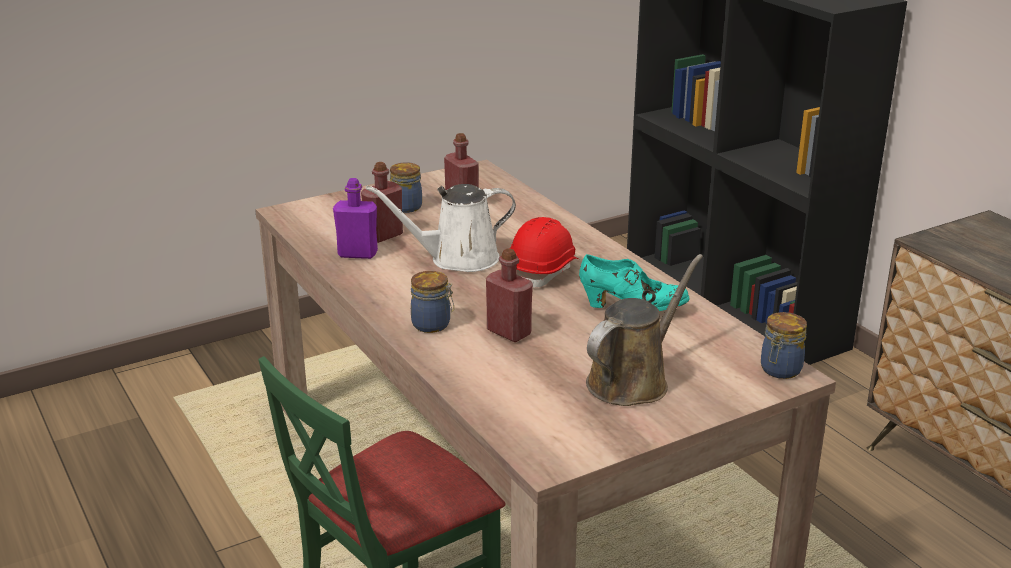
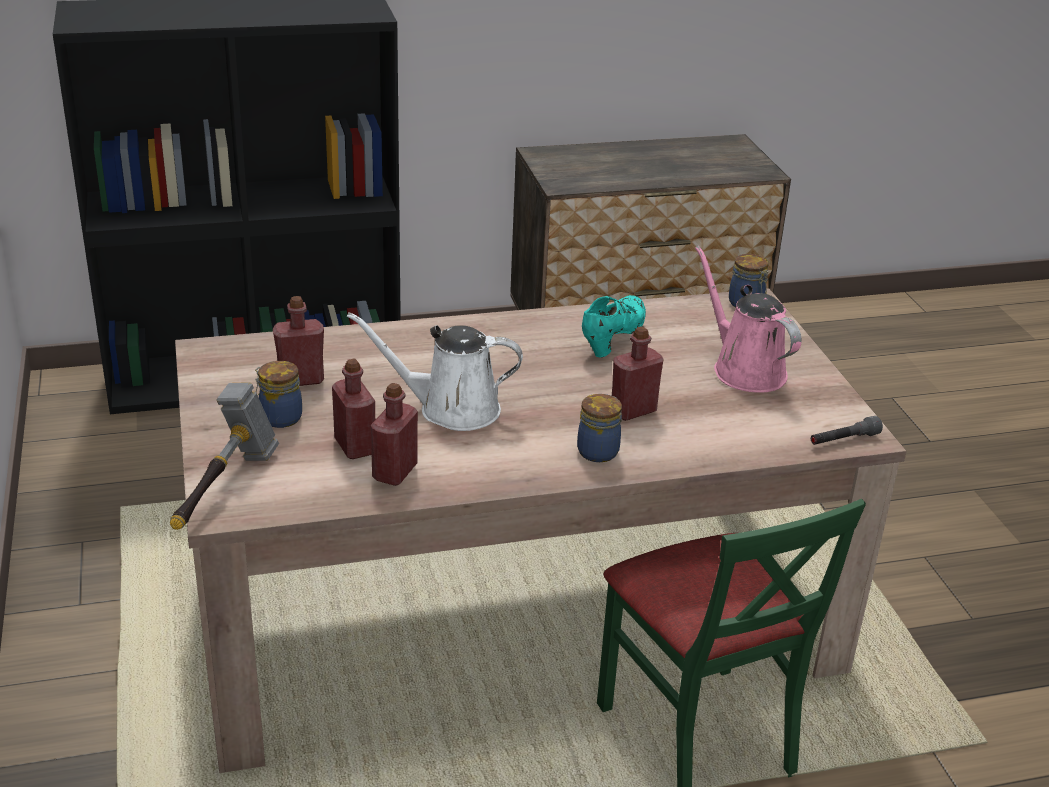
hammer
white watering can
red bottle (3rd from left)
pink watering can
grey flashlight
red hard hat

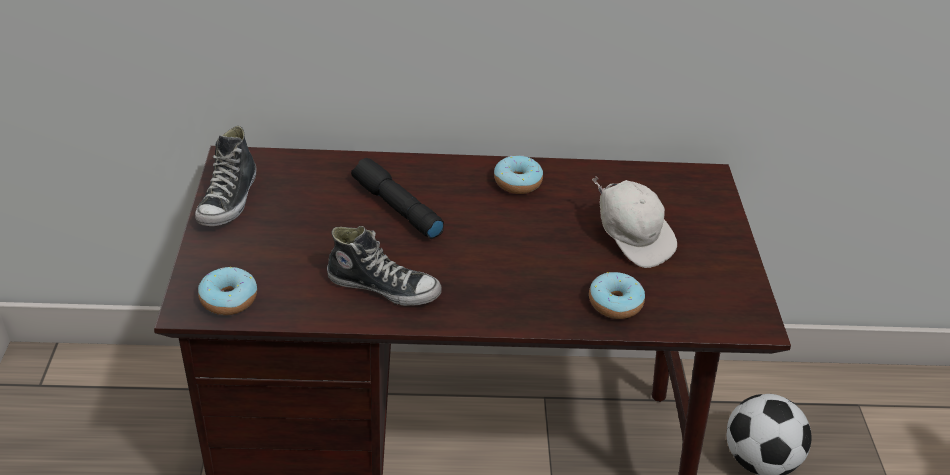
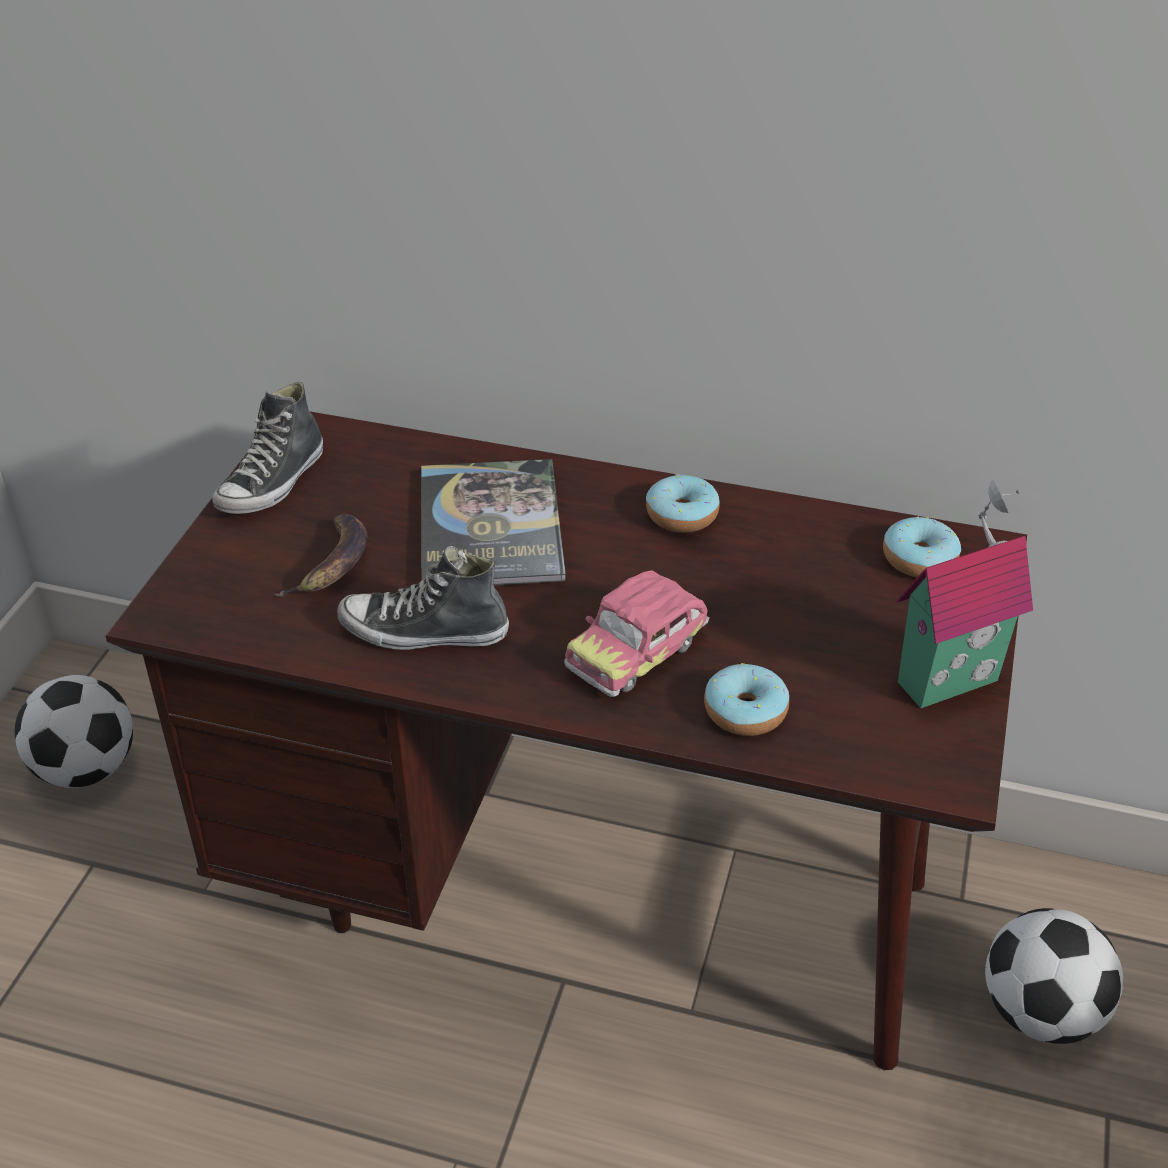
football (1st from left)
banana
shoe (2nd from left)
book
toy car
donut (3rd from left)
toy house
white cap

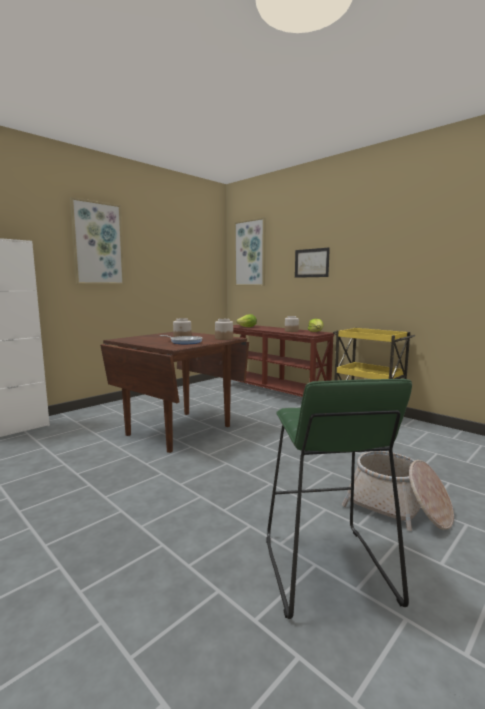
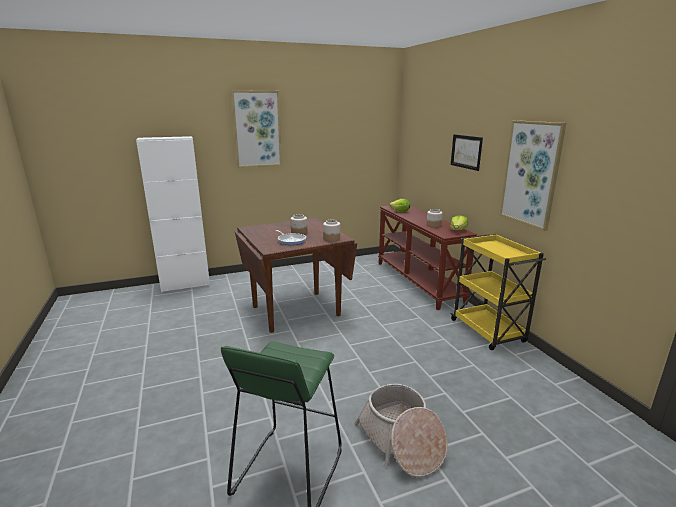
picture (3rd from left)

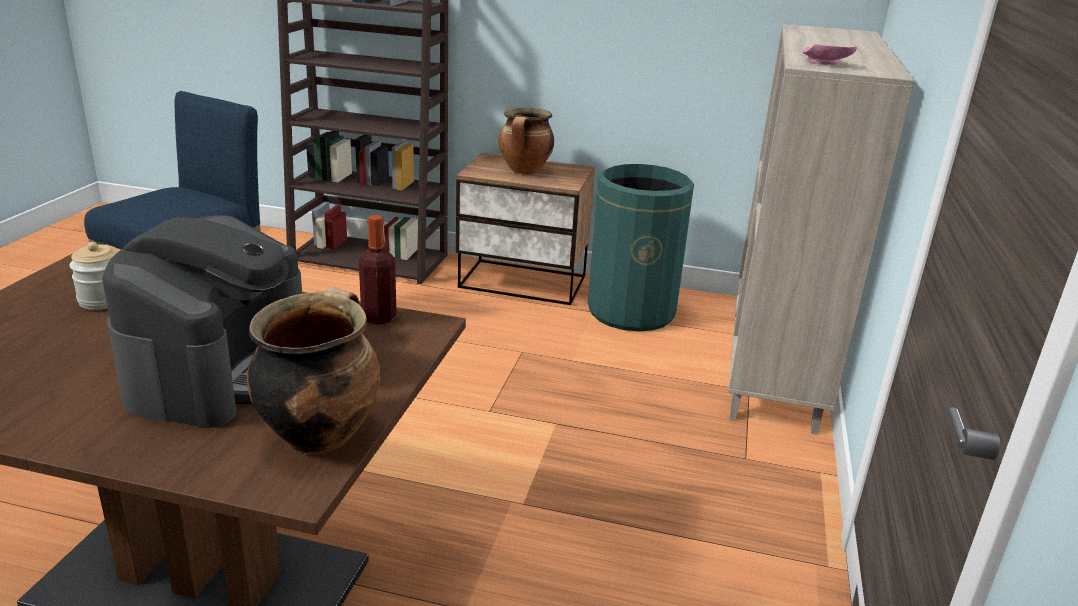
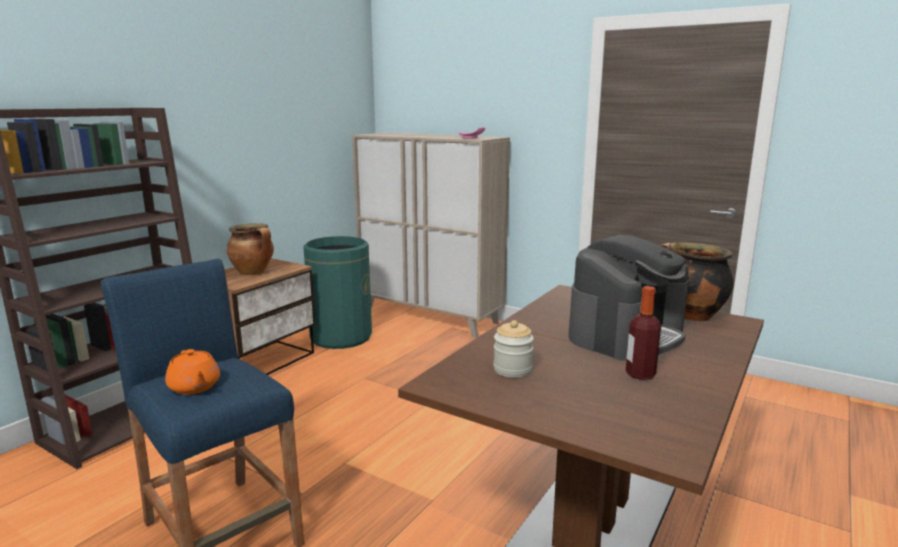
orange teapot
coffee machine
bottle

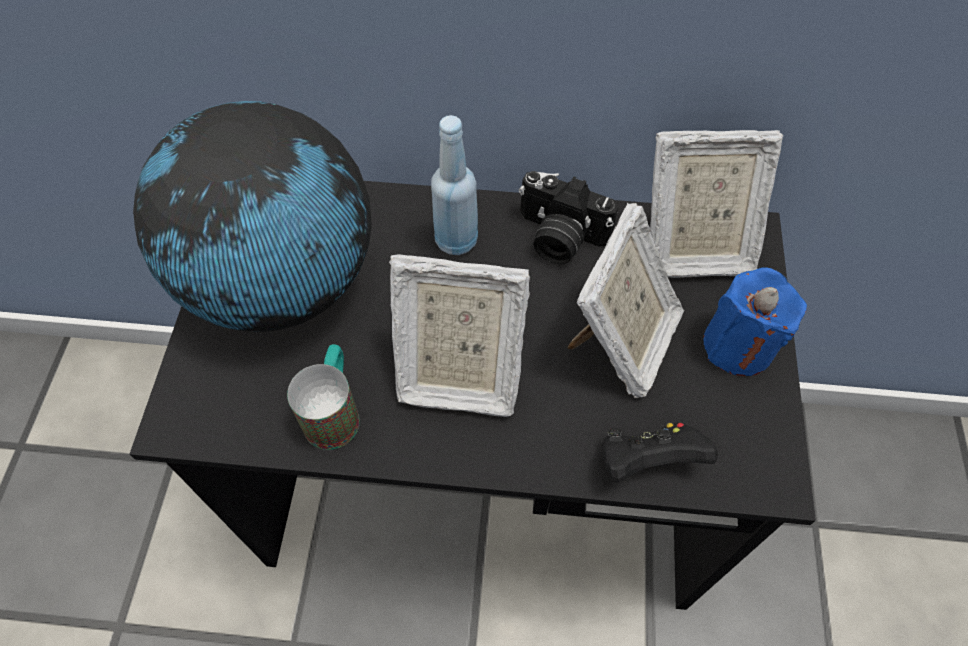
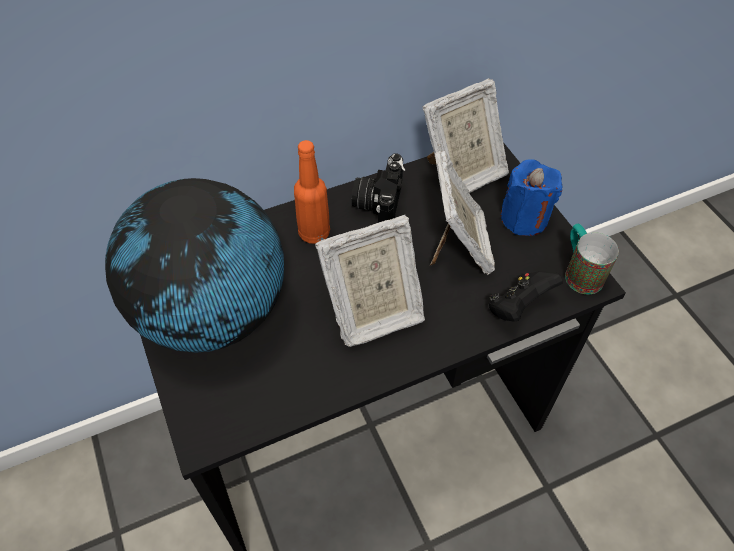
orange bottle
photo camera
mug

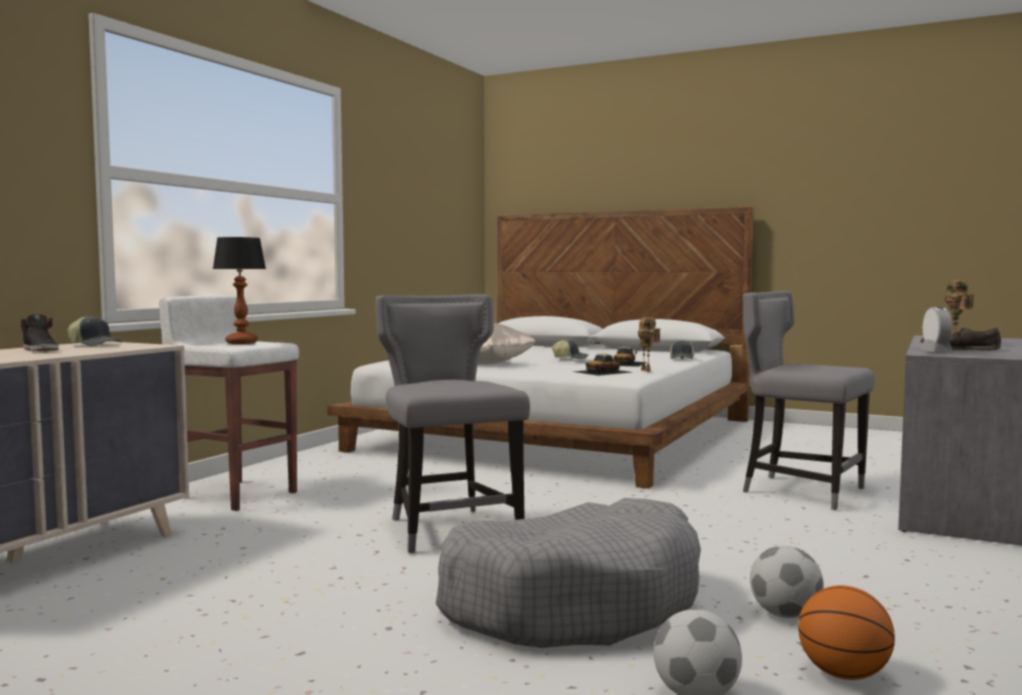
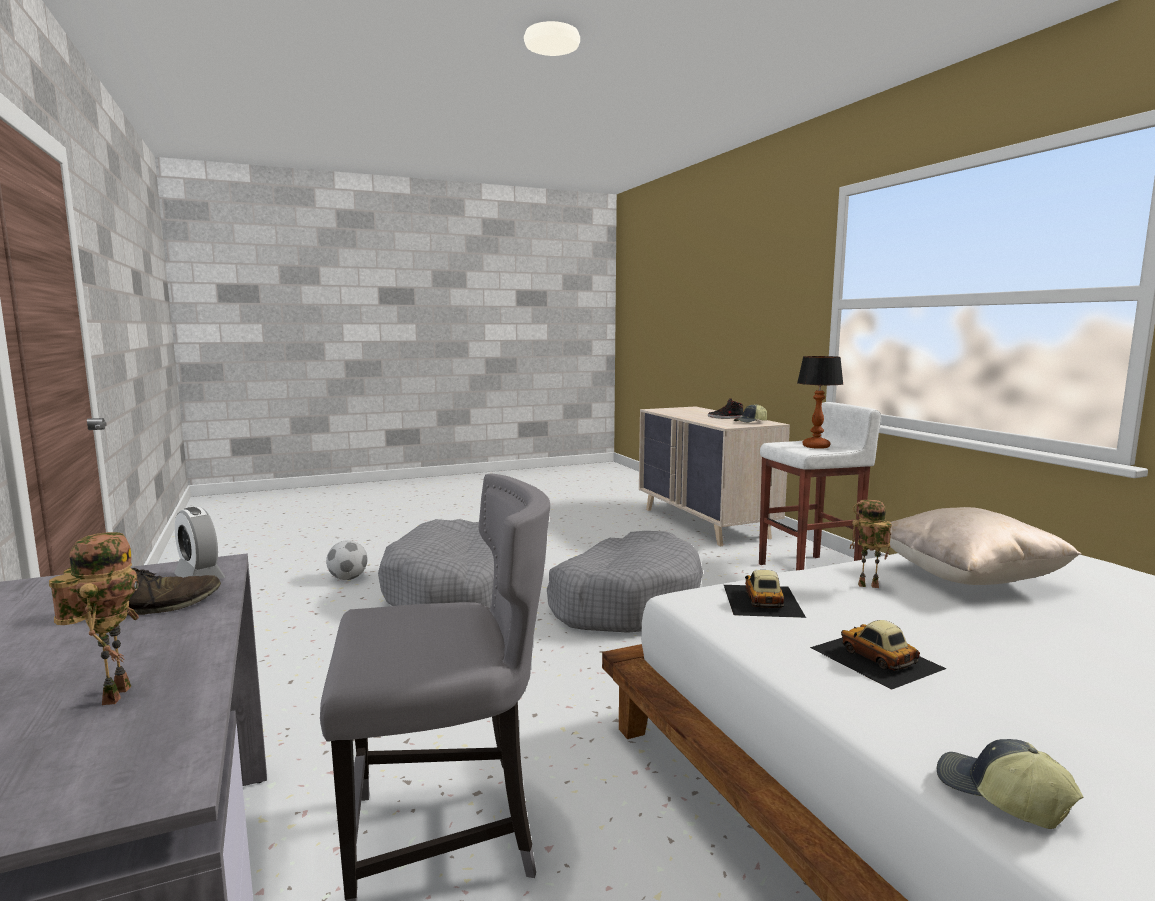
grey dog bed (2nd from left)
toy robot (2nd from left)
cap (2nd from left in the first image)
football (2nd from left in the first image)
basketball

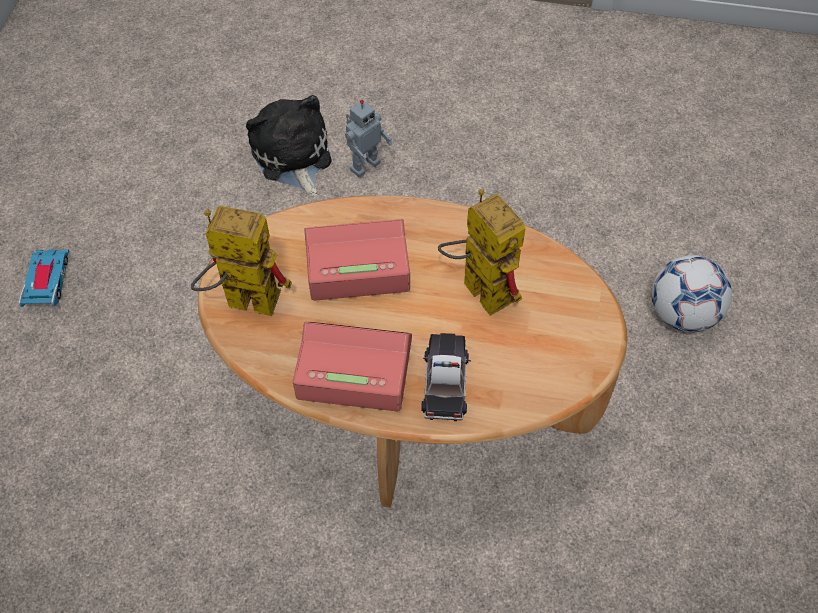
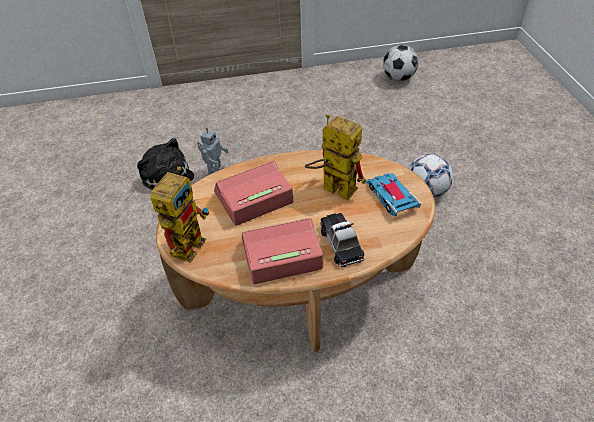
toy robot (1st from left)
toy car (2nd from left)
football (1st from left)

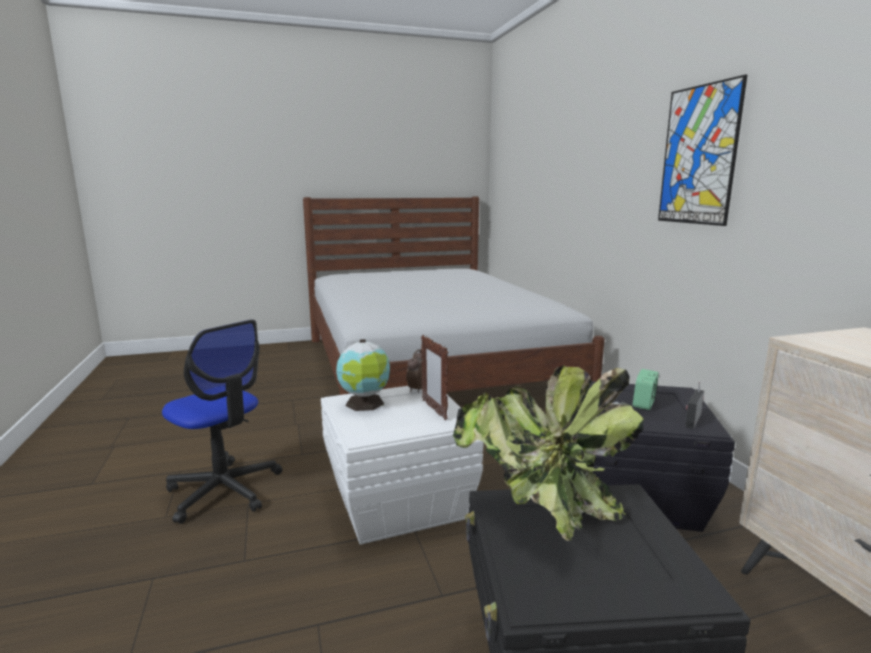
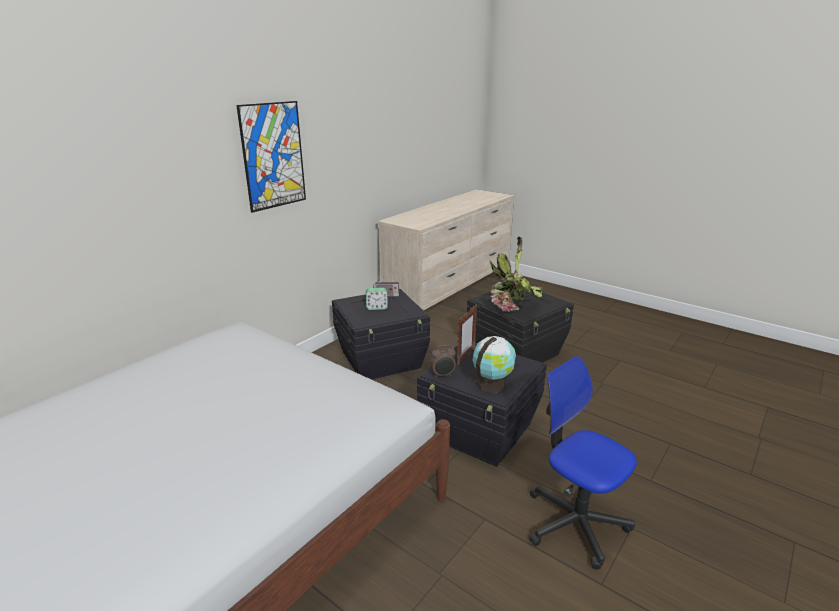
black storage box (2nd from left)
office chair

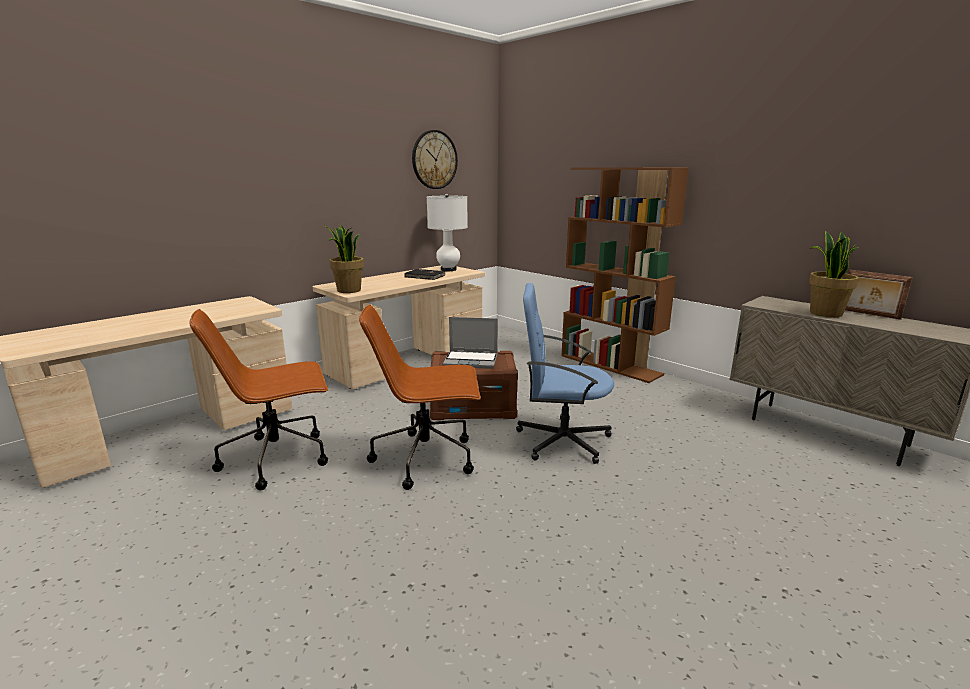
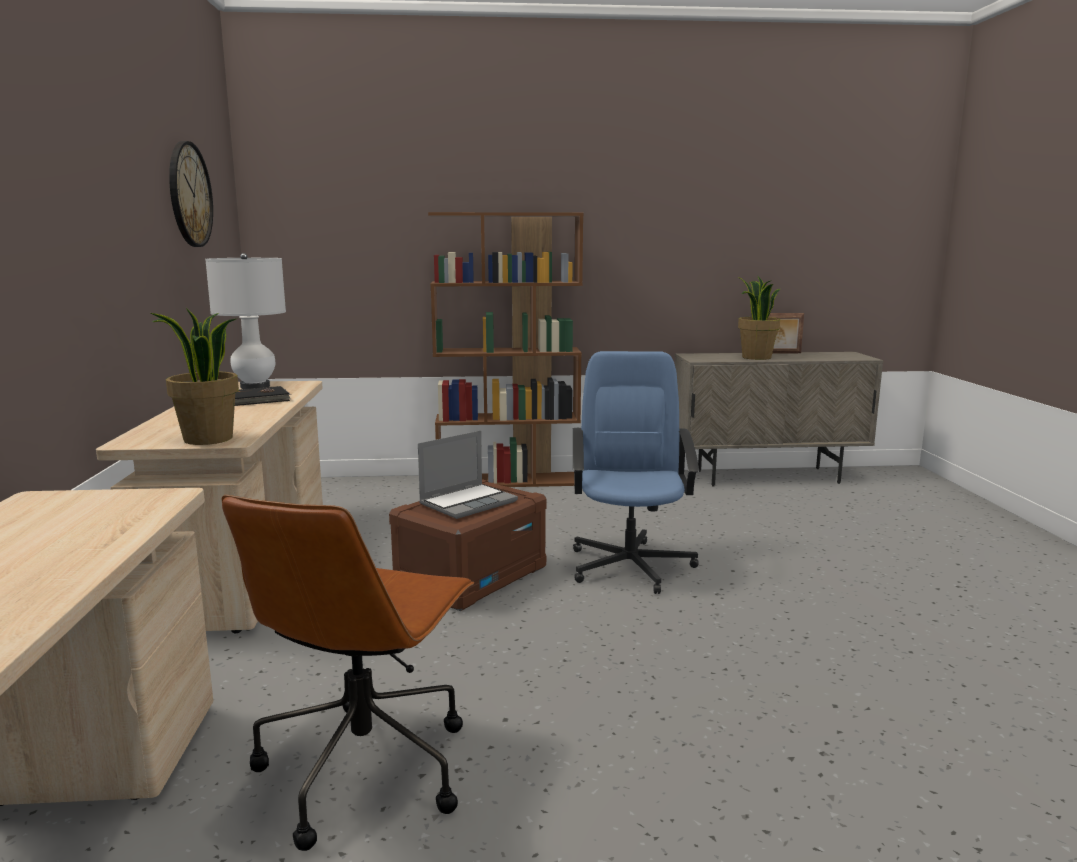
blue office chair
brown office chair (2nd from left in the first image)

